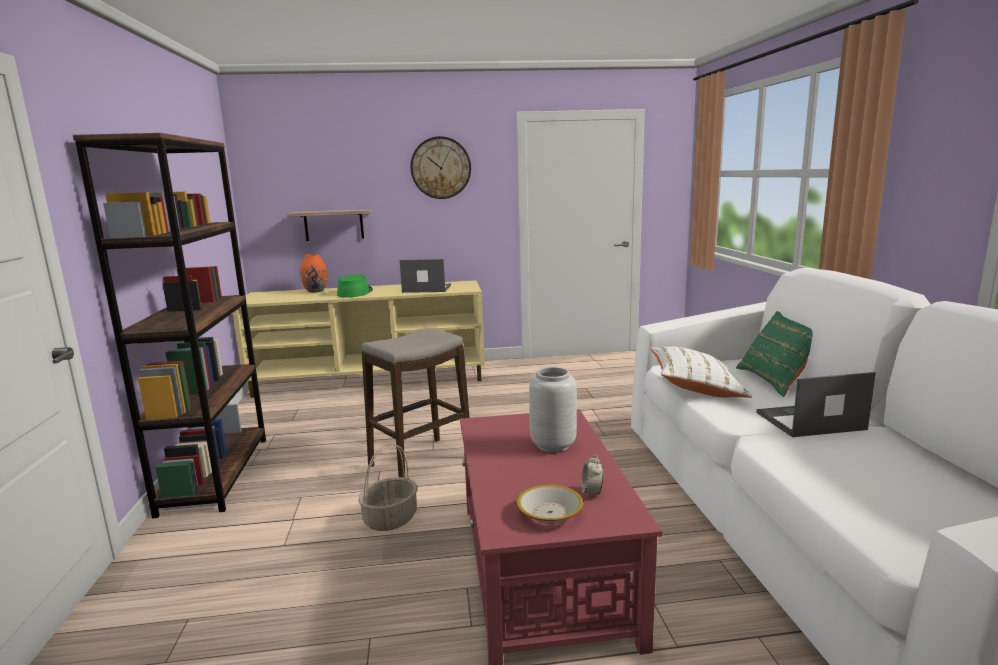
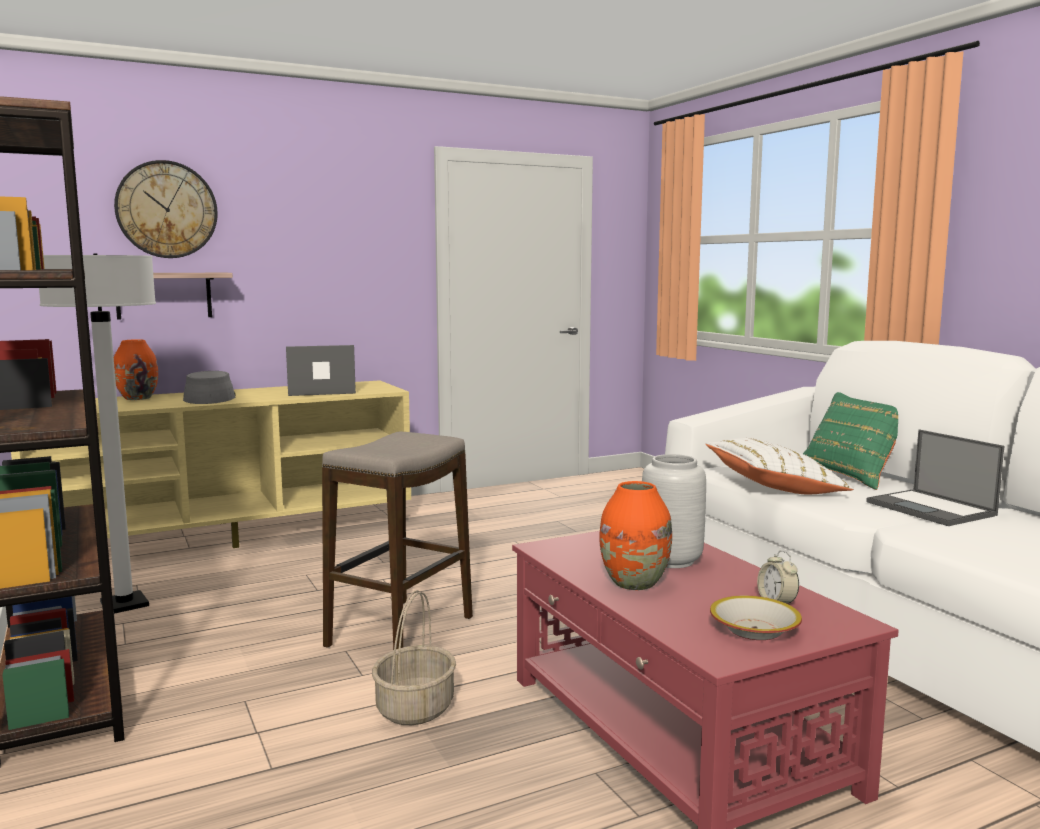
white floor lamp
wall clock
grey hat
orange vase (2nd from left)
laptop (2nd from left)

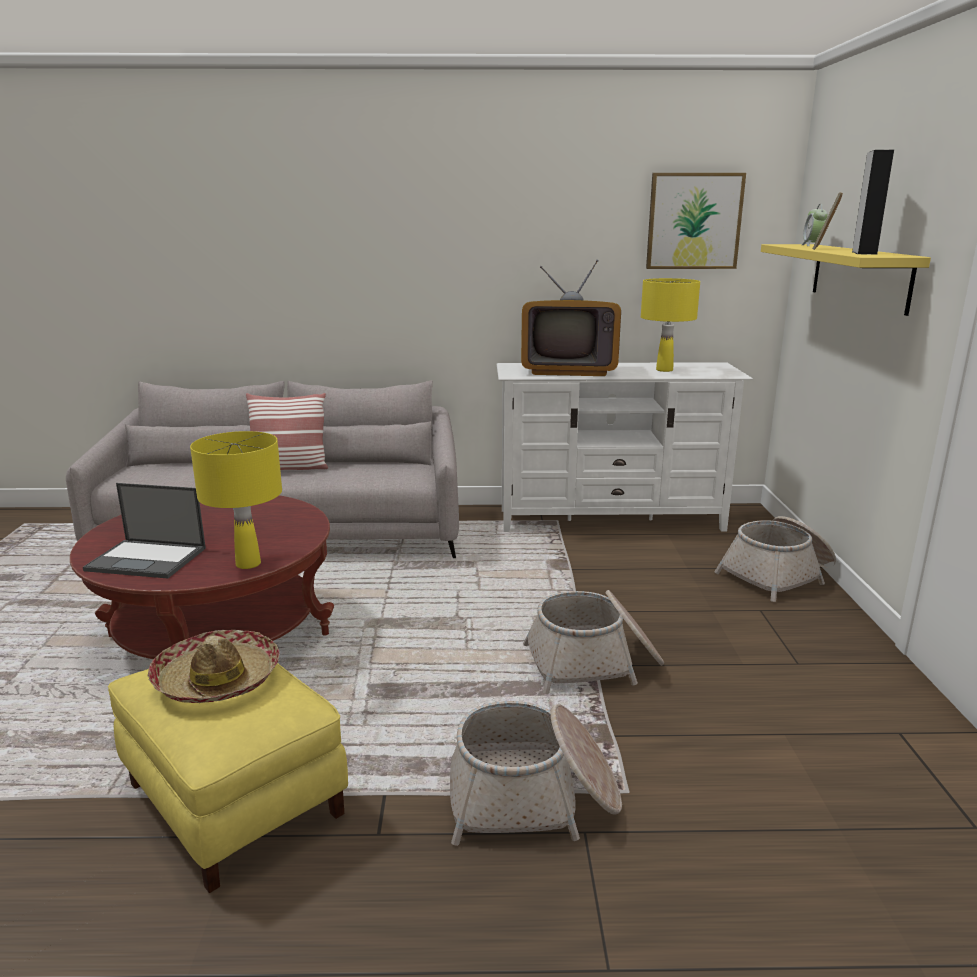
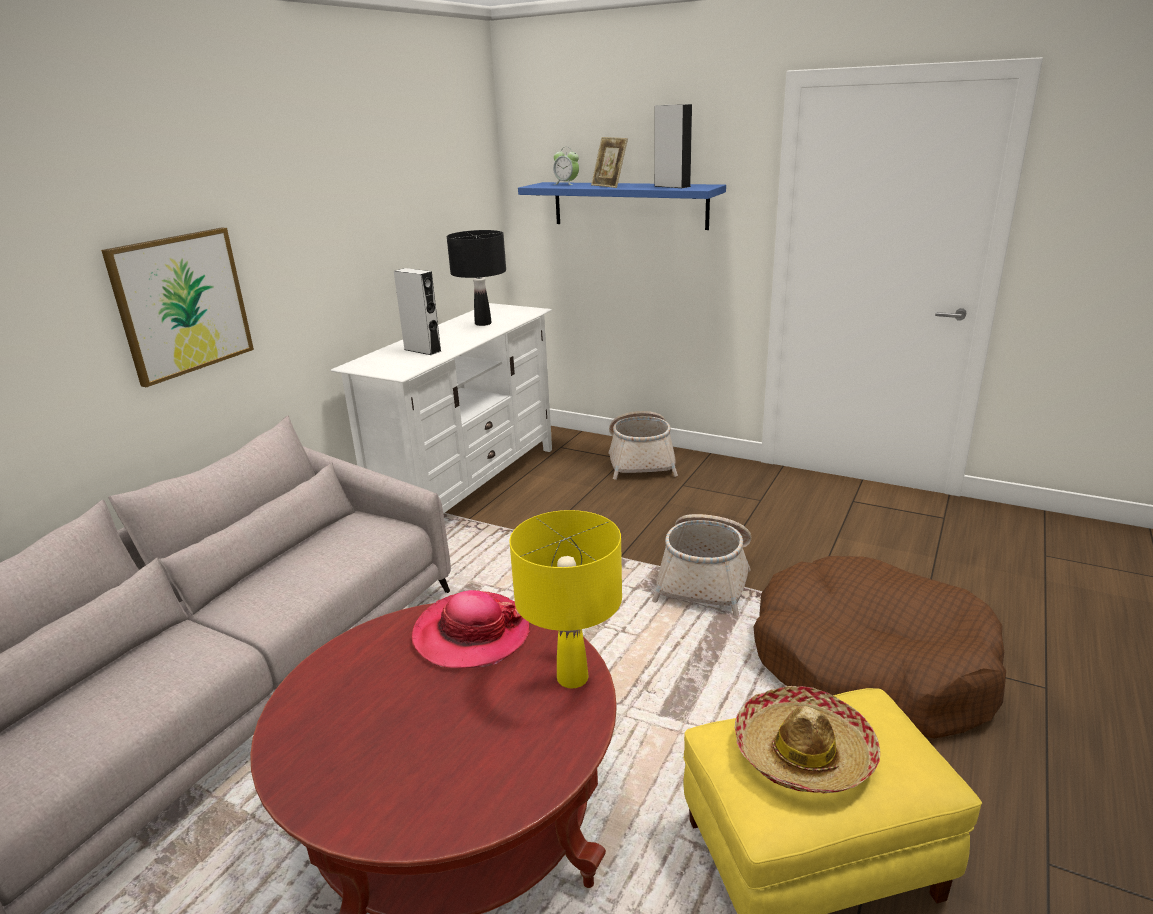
picture
grey speaker (1st from left)
hat (1st from left)
black table lamp
blue shelf
brown dog bed
laptop
pillow

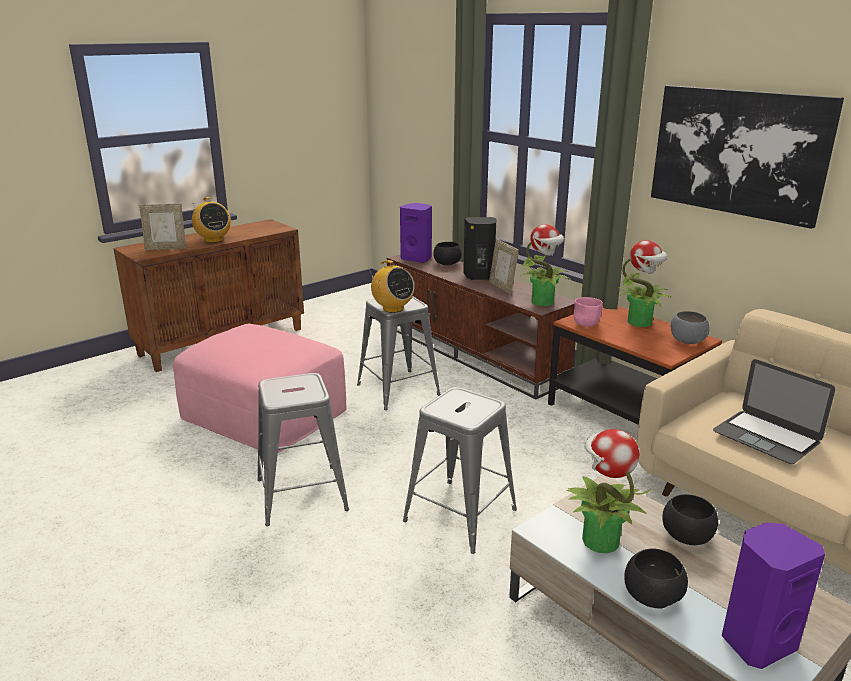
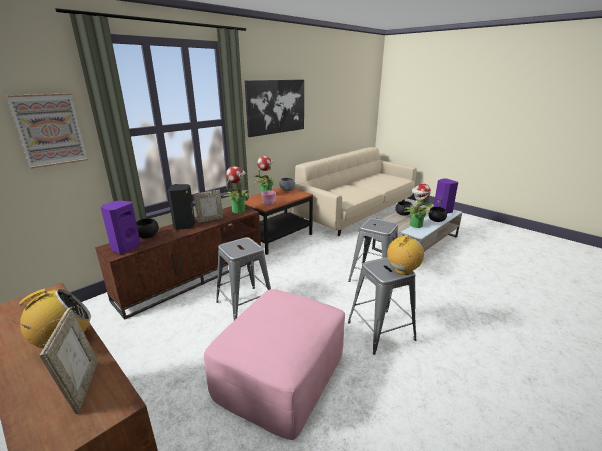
picture (1st from left)
radio (2nd from left)
laptop

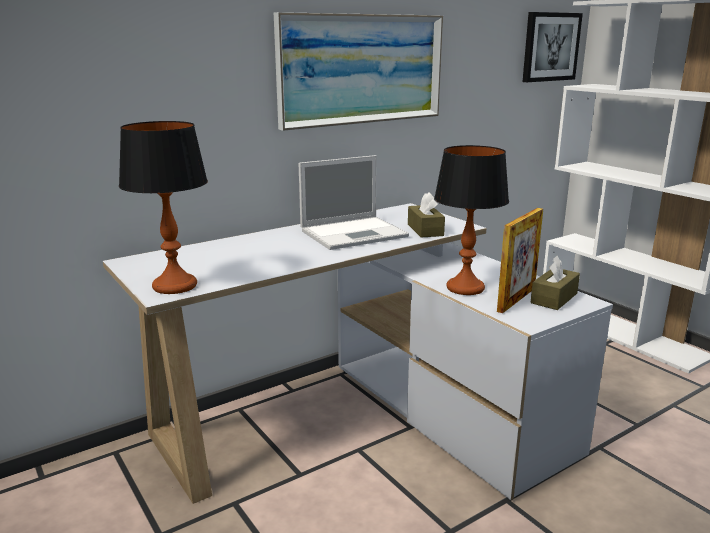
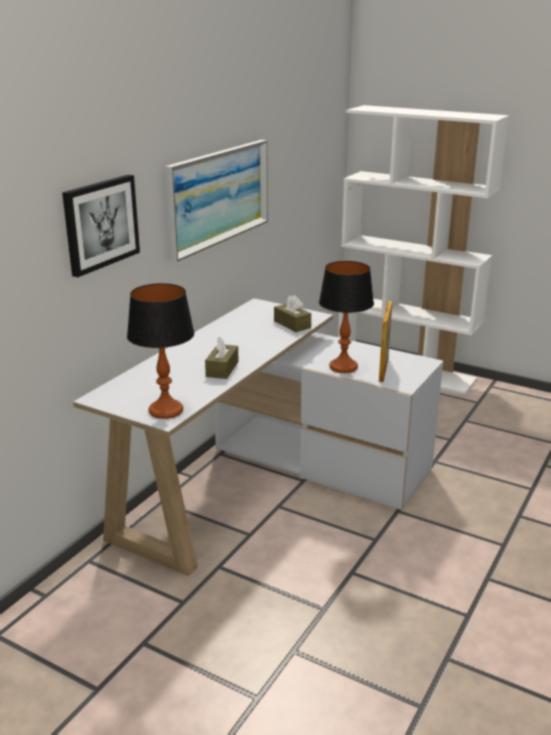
picture (1st from left)
brown tissue box (1st from left)
laptop

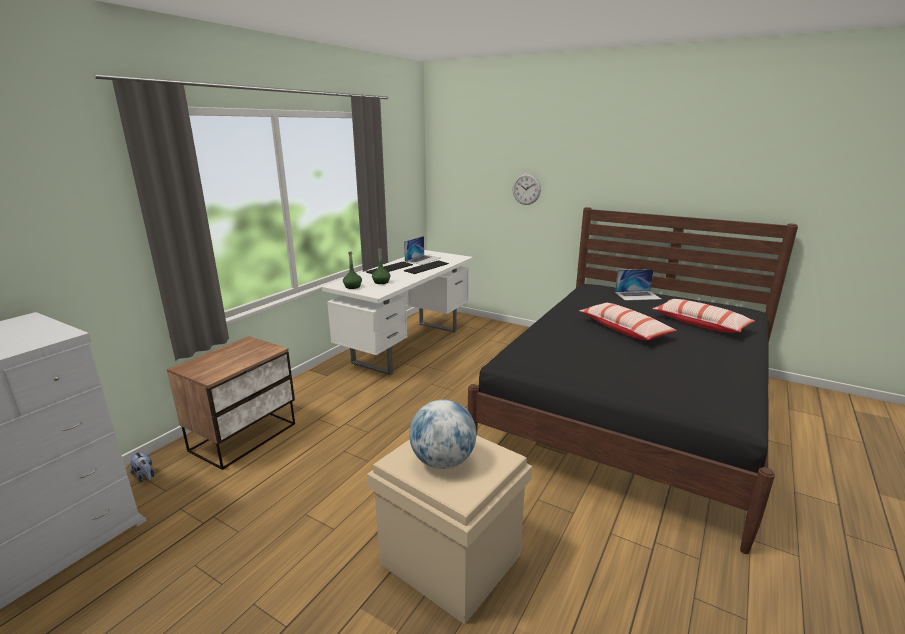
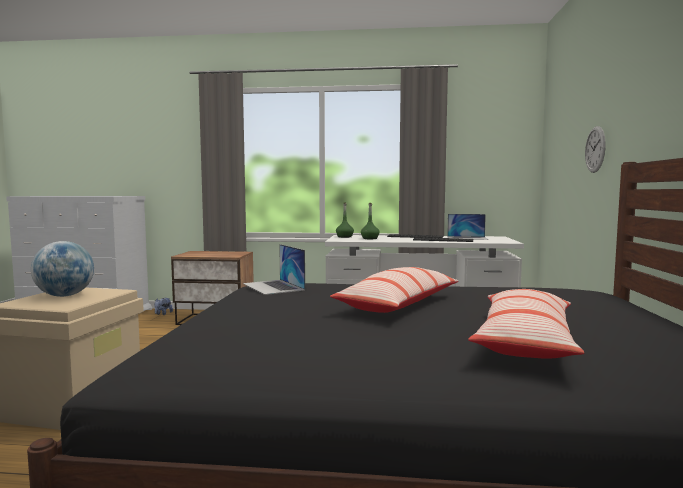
laptop (1st from left)

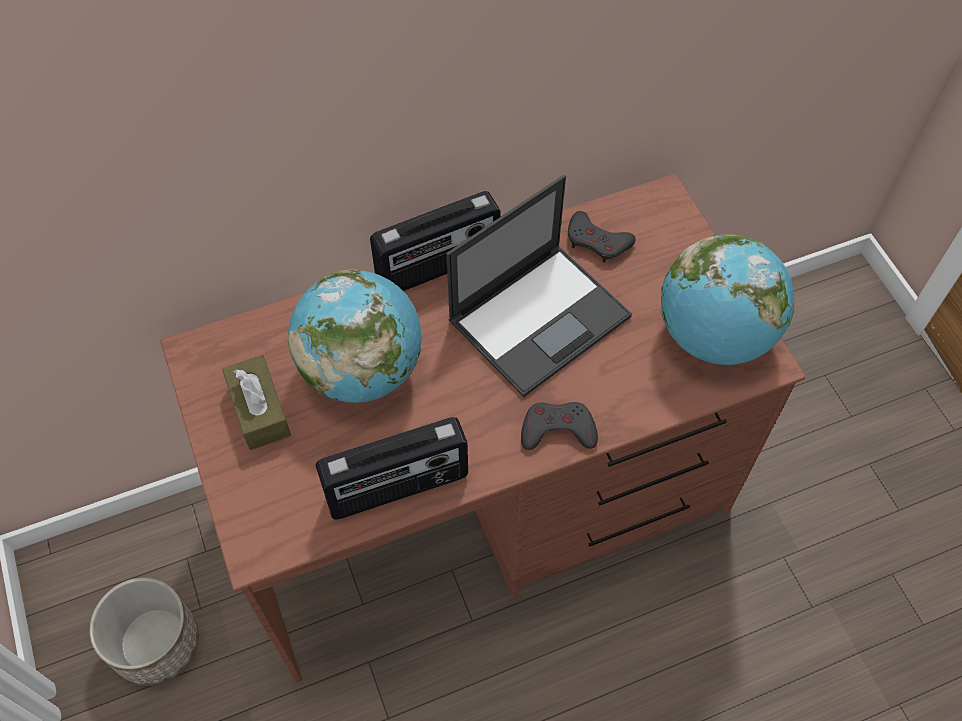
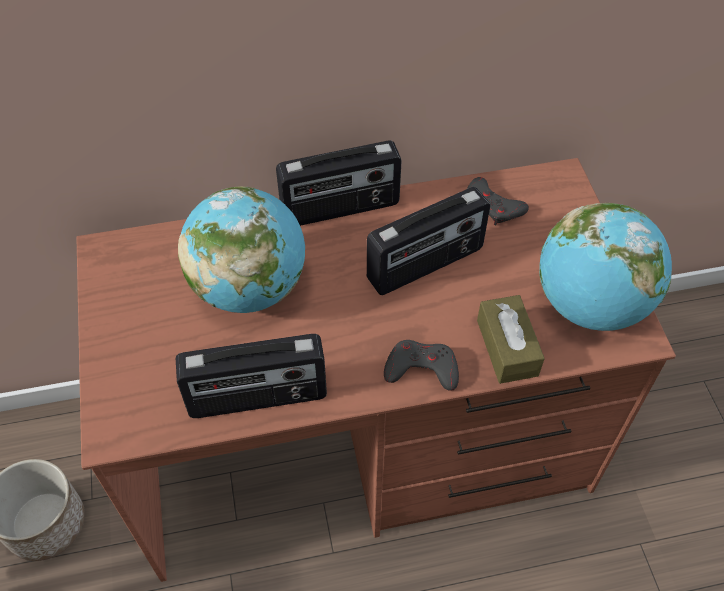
radio (3rd from left)
brown tissue box

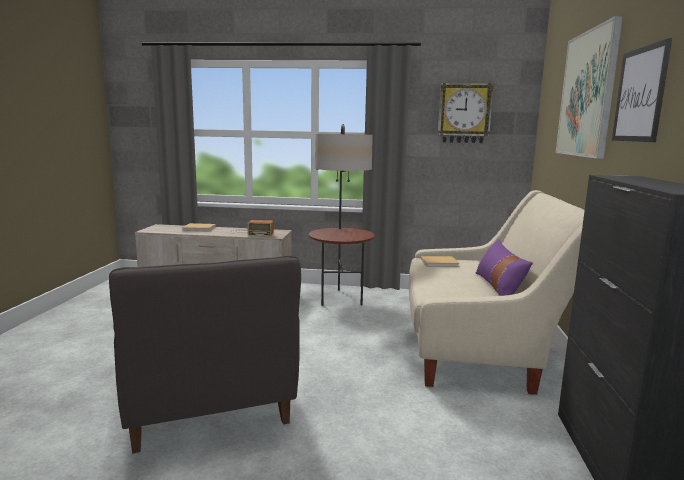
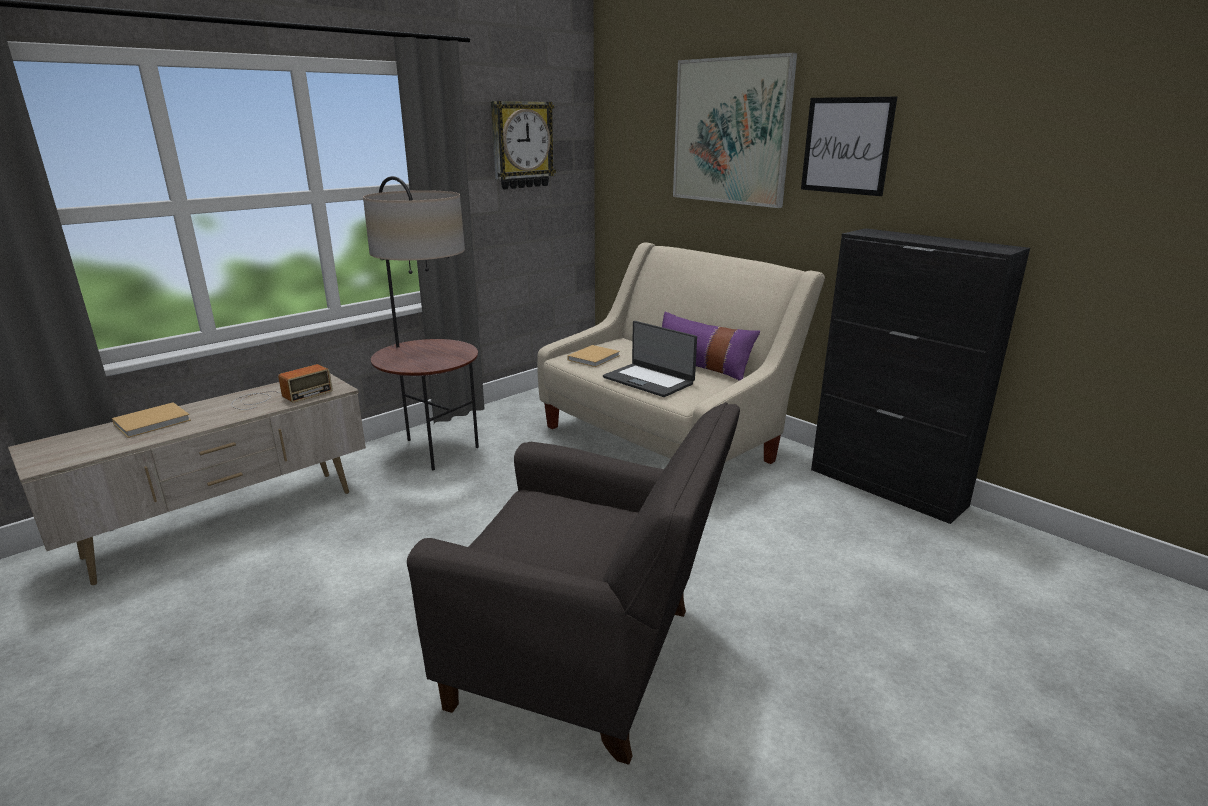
laptop

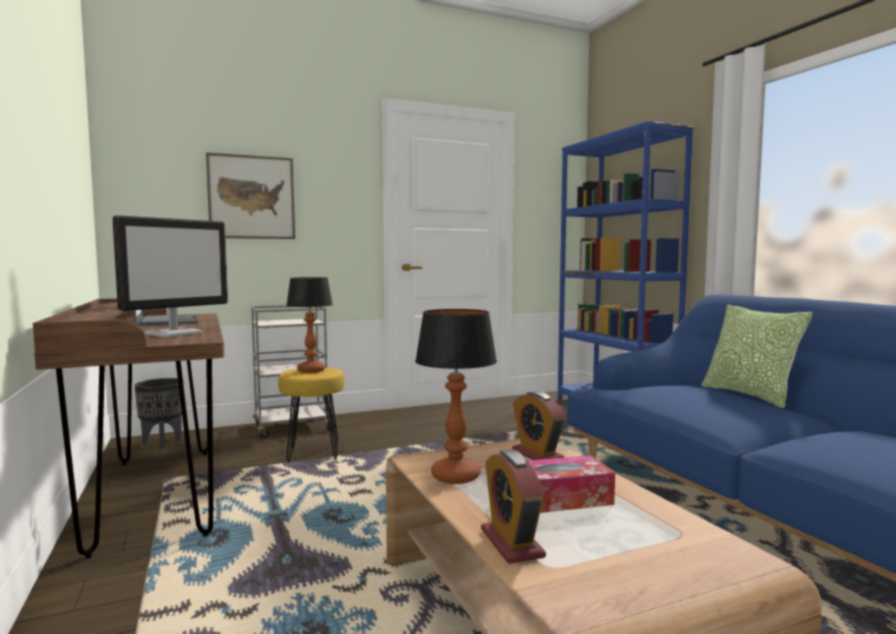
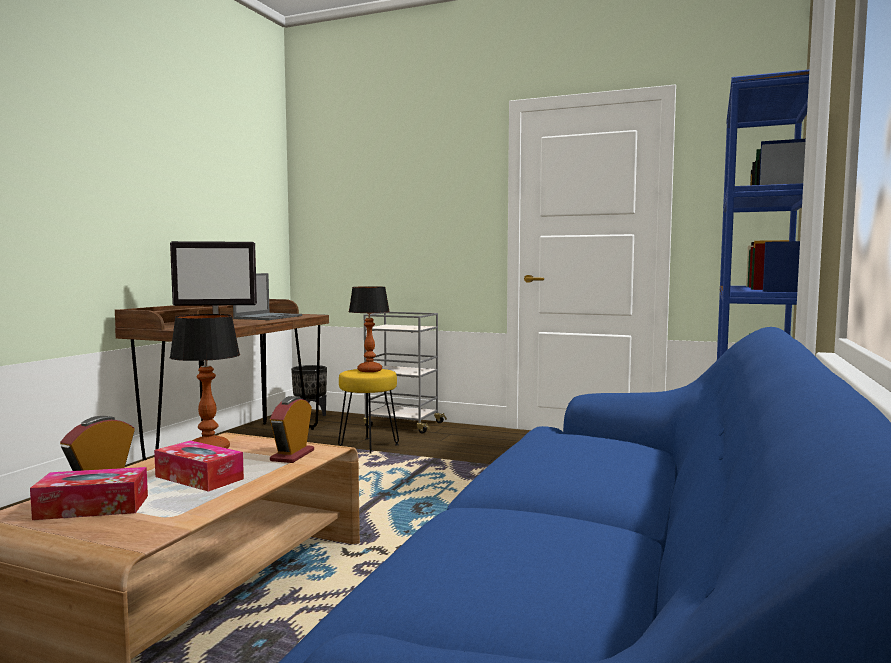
tissue box (1st from left)
picture
pillow

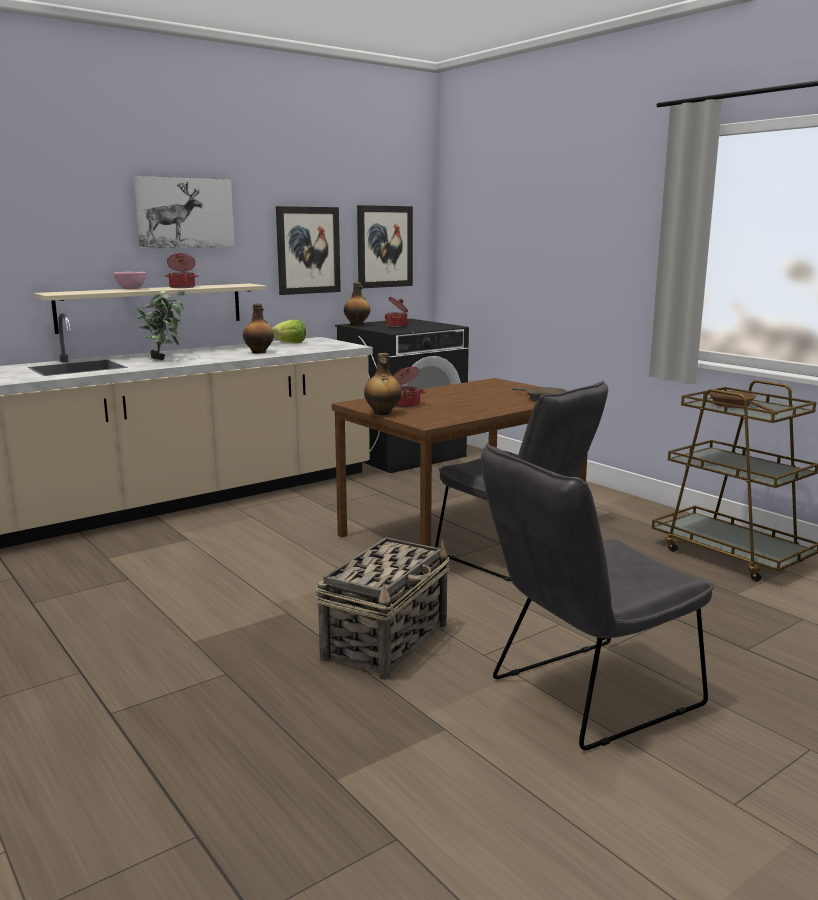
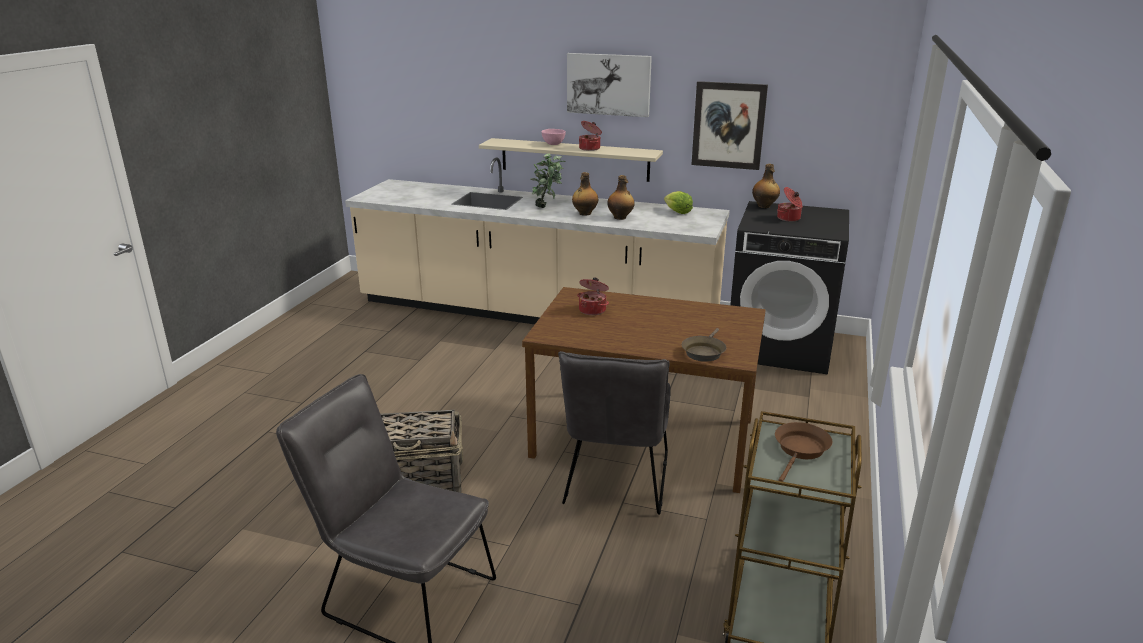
bottle (1st from left)
picture (3rd from left in the first image)

